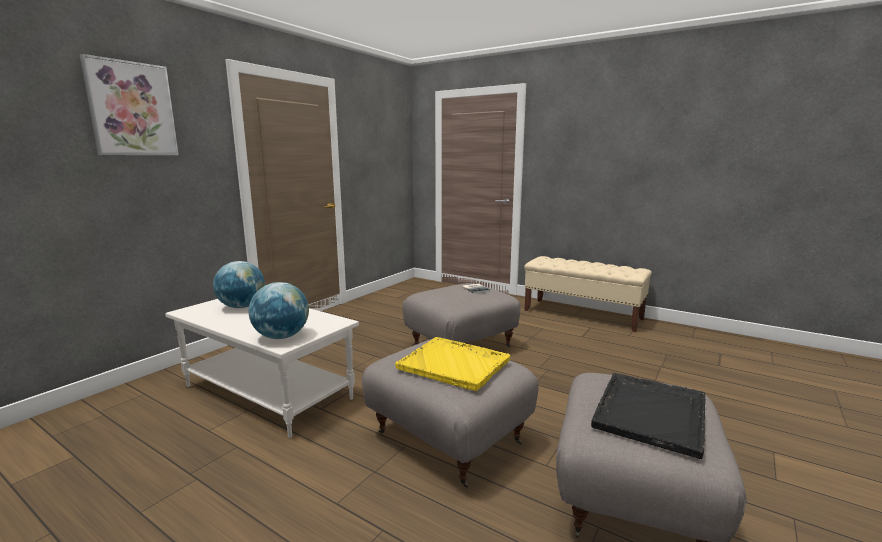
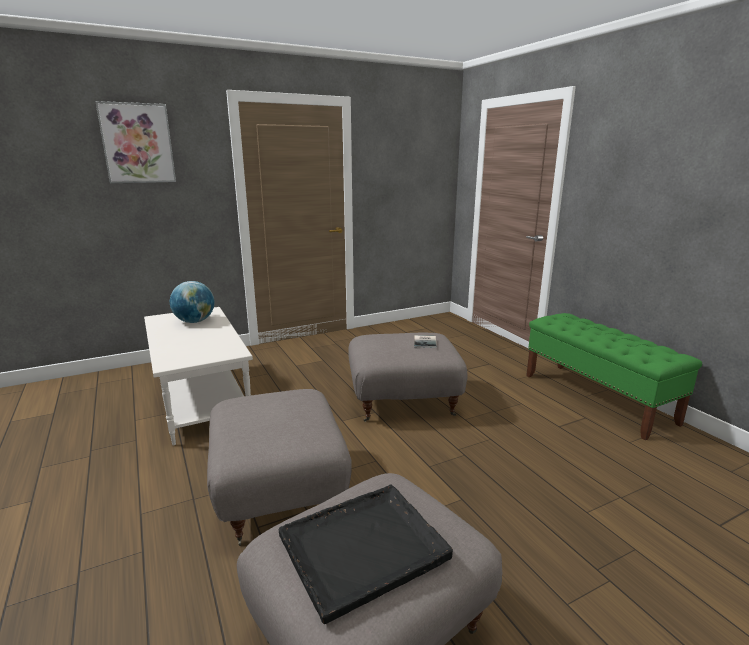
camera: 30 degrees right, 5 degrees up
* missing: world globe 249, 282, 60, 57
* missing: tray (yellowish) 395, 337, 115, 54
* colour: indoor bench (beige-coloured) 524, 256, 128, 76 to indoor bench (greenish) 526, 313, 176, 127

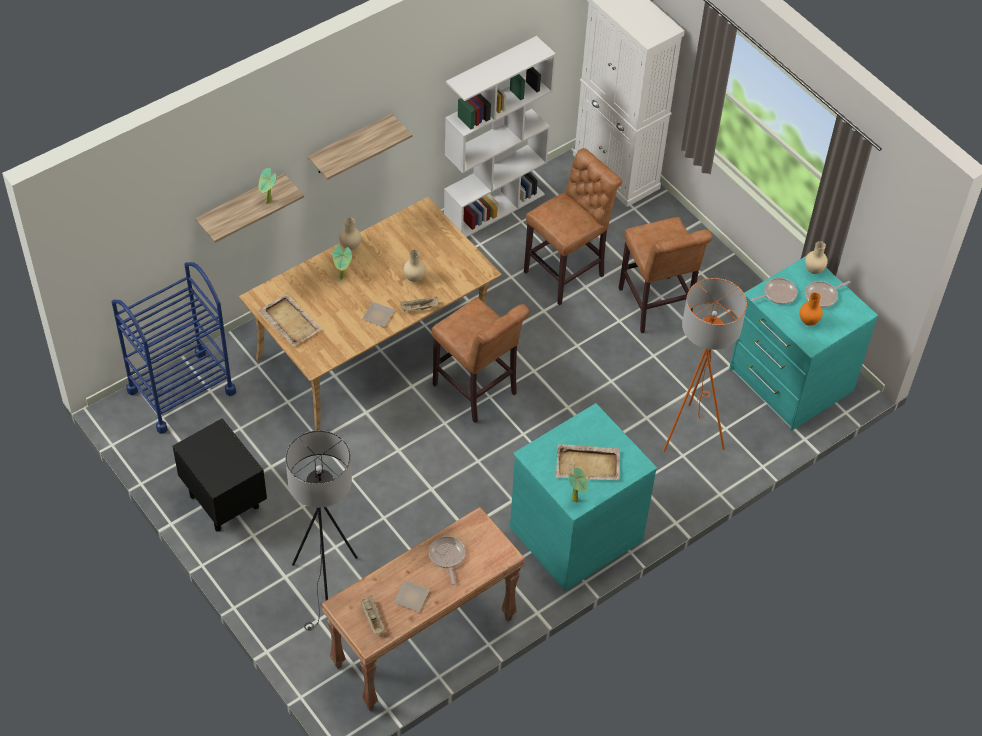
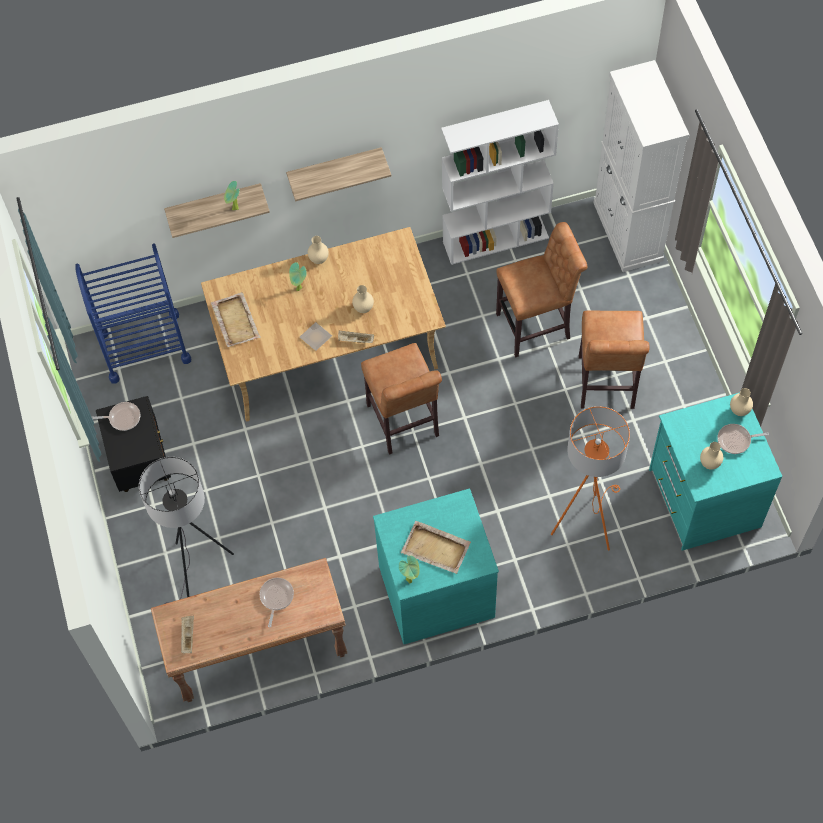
camera: 25 degrees right, 10 degrees up
* missing: plate 394, 580, 36, 32
* relocated: skillet 750, 278, 47, 26 to 92, 402, 48, 29
* colour: flower vase (orange-coloured) 800, 293, 23, 33 to flower vase (beige-coloured) 700, 442, 23, 28

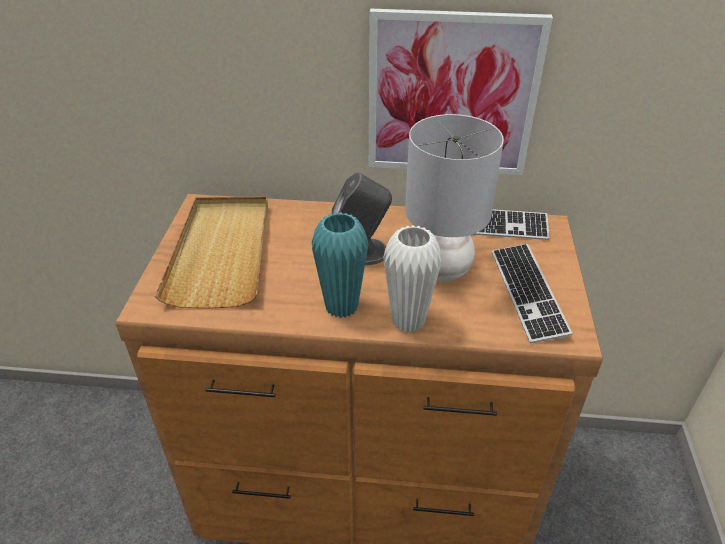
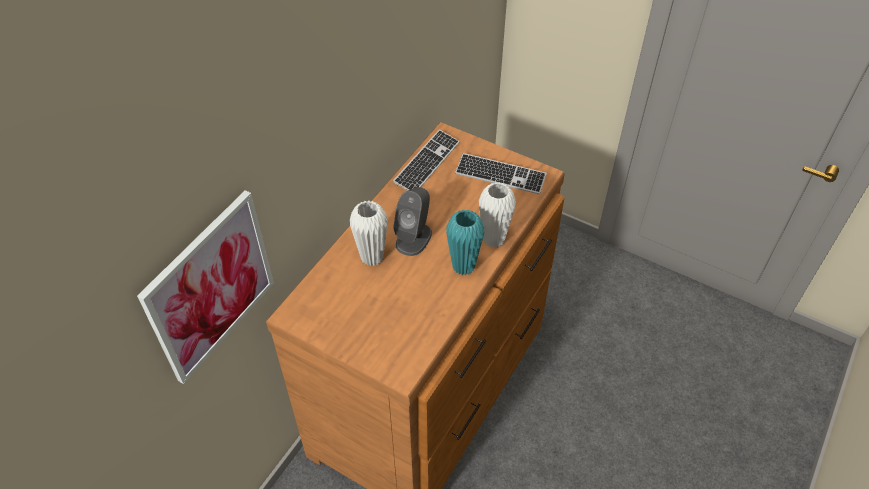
camera: 65 degrees left, 10 degrees up
* missing: tray (beige-coloured) 155, 197, 113, 112
* missing: lamp for a table (greyish) 405, 114, 99, 167
* appeared: flower vase (white) 350, 201, 38, 65
* relocated: wall picture 369, 9, 184, 166 to 137, 190, 137, 194

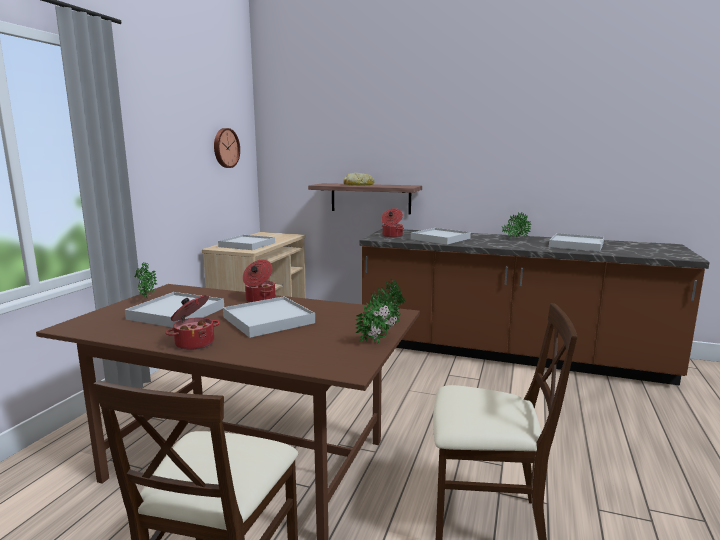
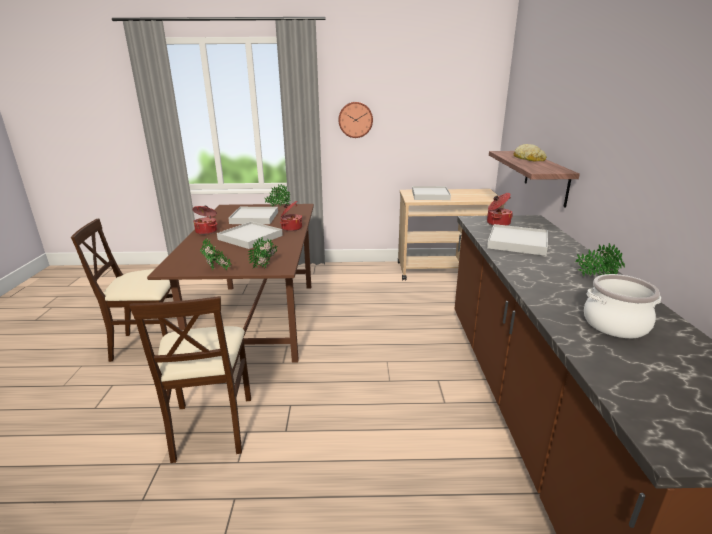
camera: 70 degrees right, 10 degrees up
* relocated: hanging clock 214, 128, 26, 40 to 339, 102, 34, 36
* exchanged: tray (white) 549, 233, 55, 19 to cooking pot 584, 274, 77, 64

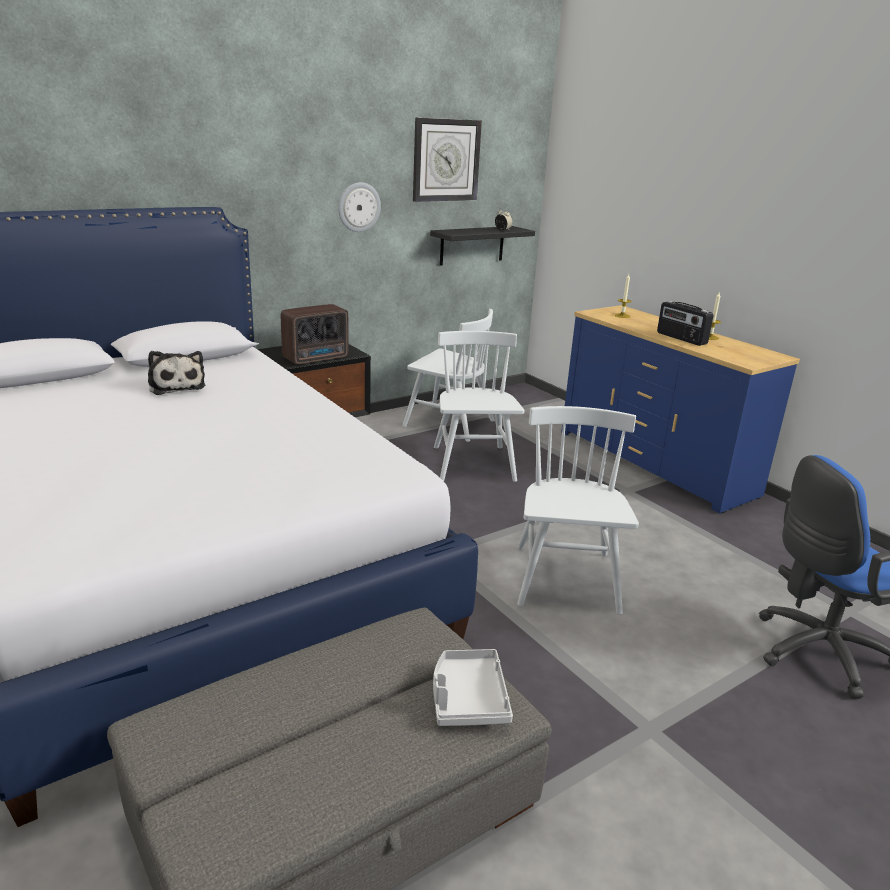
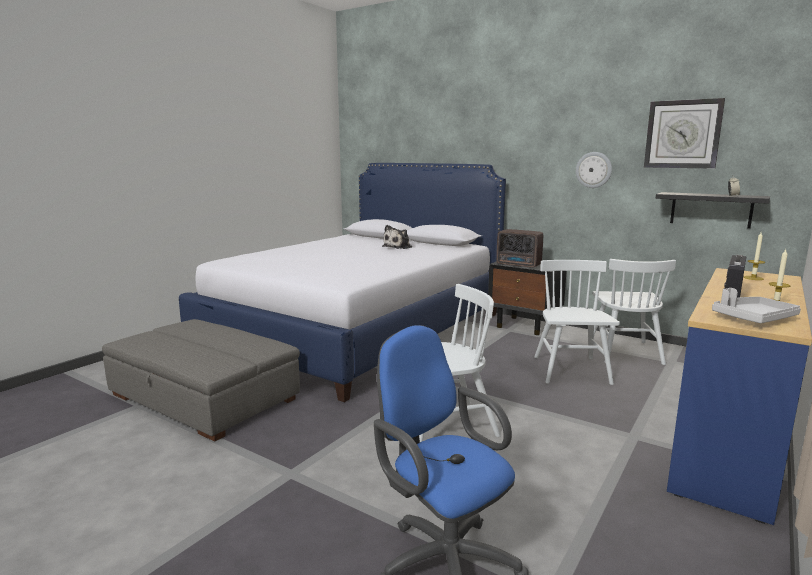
camera: 70 degrees right, 10 degrees down
* relocated: tray (greyish) 433, 649, 80, 77 to 712, 288, 89, 35
* spun: chair (white) 434, 331, 91, 151 = 534, 260, 86, 125 60 degrees counterclockwise

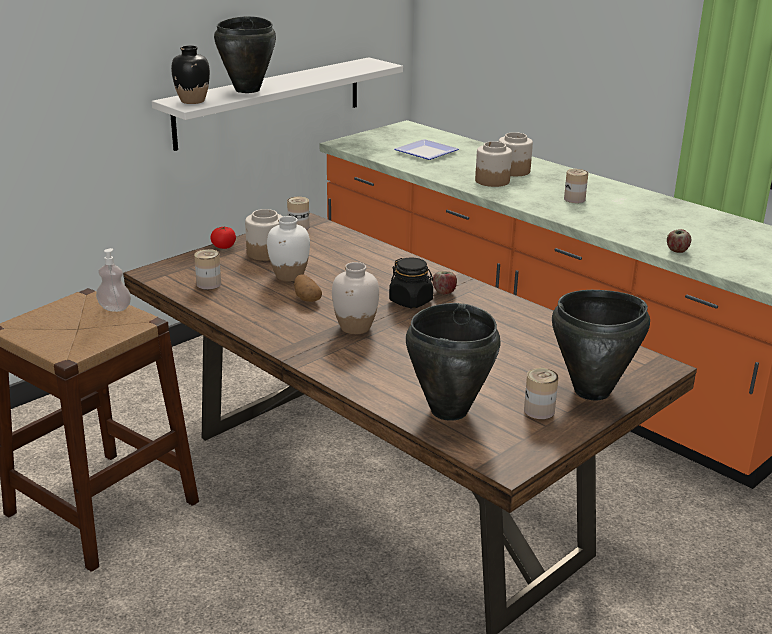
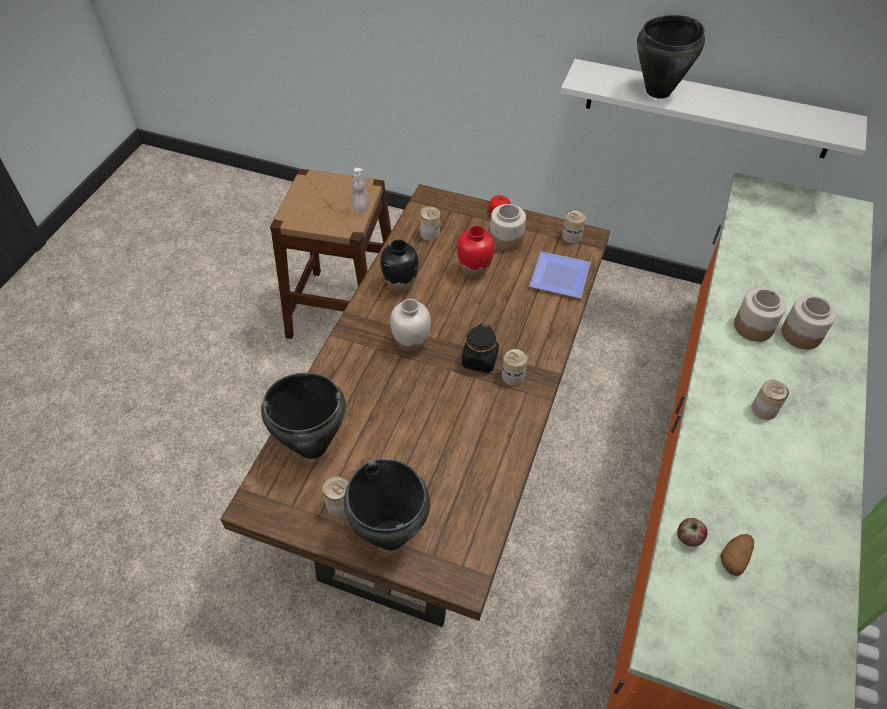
camera: 65 degrees right, 25 degrees up
* relocated: flower vase (blackish) 171, 46, 39, 58 to 380, 240, 39, 52
* relocated: whole potato 294, 274, 28, 28 to 721, 534, 33, 42
* relocated: plate 394, 139, 65, 21 to 529, 251, 62, 47
* exchanged: whole apple 433, 271, 24, 24 to metal can 502, 348, 25, 37
* colour: flower vase (white) 267, 216, 43, 66 to flower vase (red) 457, 225, 38, 53

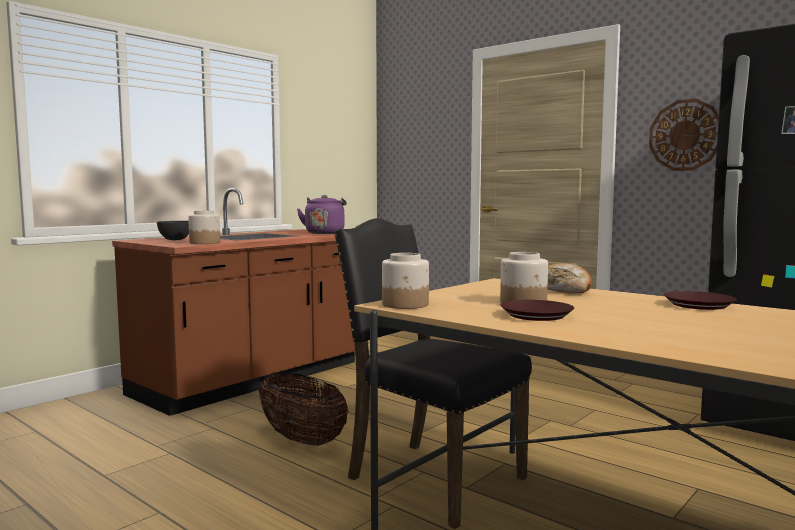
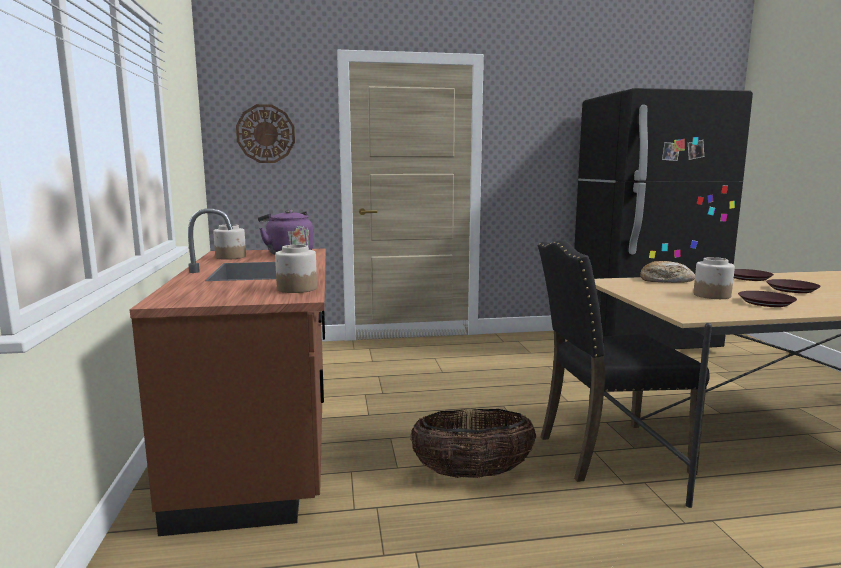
camera: 50 degrees left, 5 degrees up
* missing: serving bowl (greyish) 157, 221, 32, 19
* appeared: plate (brownish) 766, 279, 55, 14
* relocated: preserve jar 382, 253, 47, 56 to 213, 224, 33, 36
* relocated: hanging clock 649, 99, 70, 72 to 236, 104, 59, 59

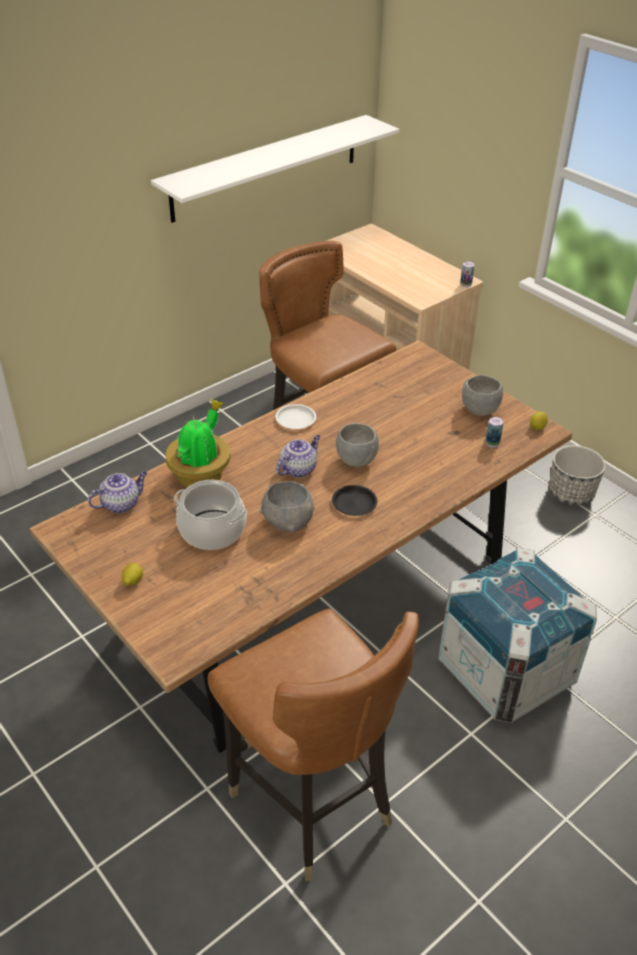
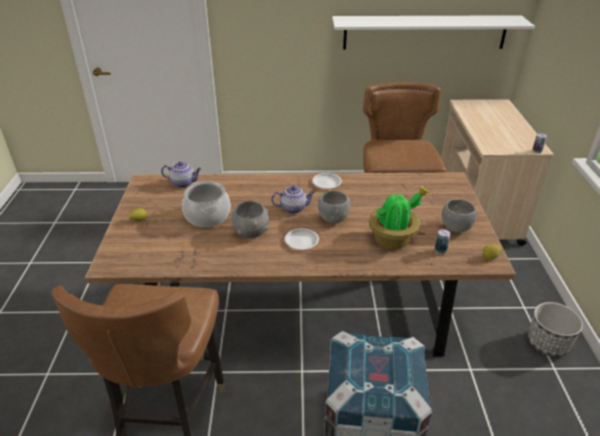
camera: 40 degrees right, 5 degrees down
* relocated: plant in a pot 165, 399, 66, 88 to 369, 186, 60, 63
* colour: plate (blackish) 332, 485, 45, 31 to plate (white) 285, 228, 34, 22

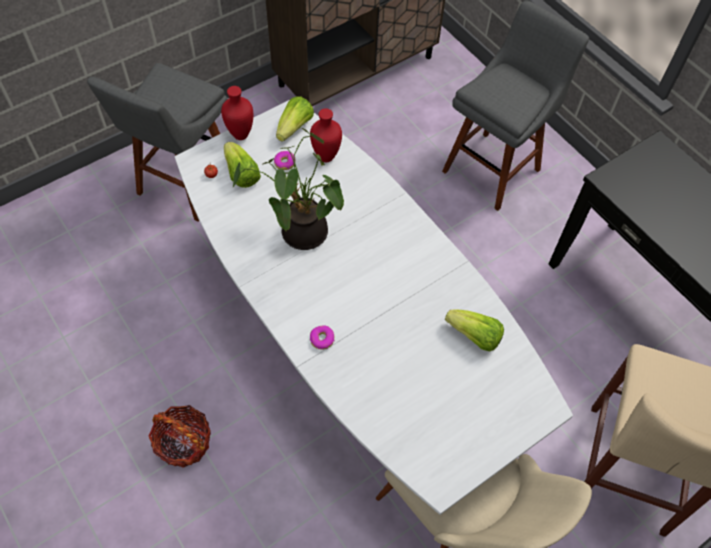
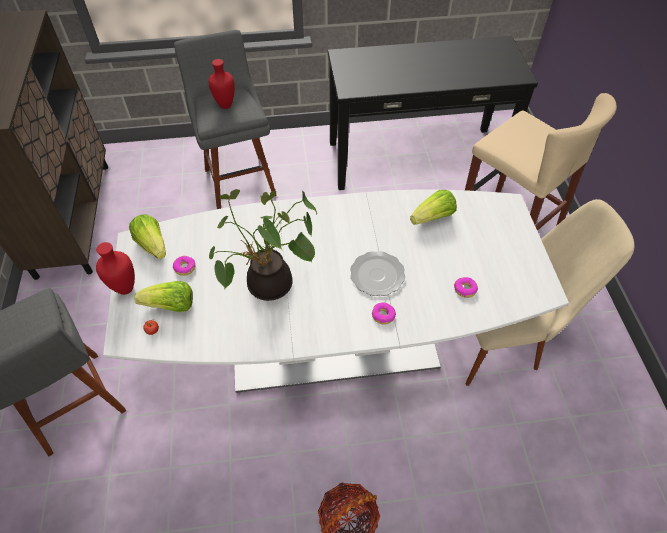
camera: 60 degrees left, 5 degrees down
* appeared: plate 350, 251, 55, 45
* appeared: donut 454, 277, 24, 21
* relocated: flower vase (red) 310, 108, 32, 54 to 208, 59, 27, 50

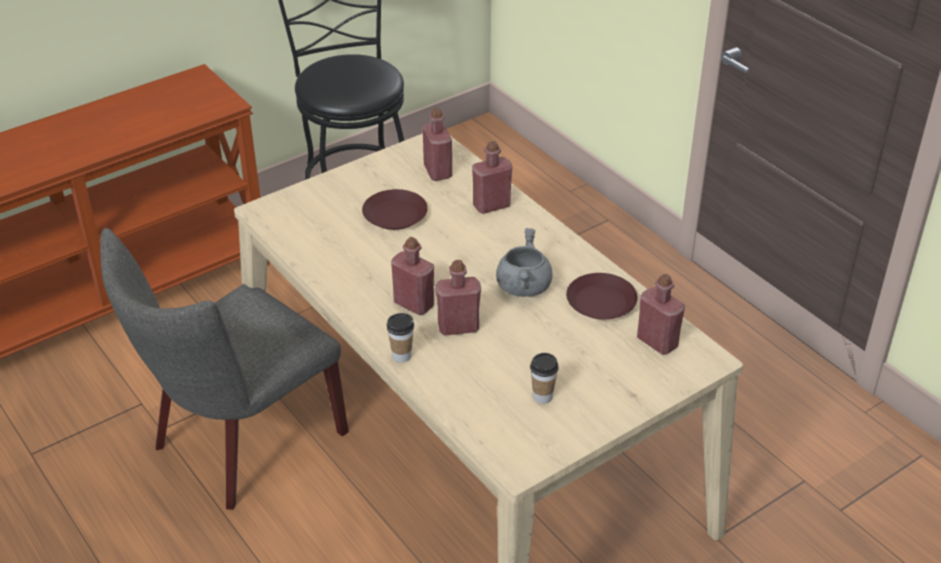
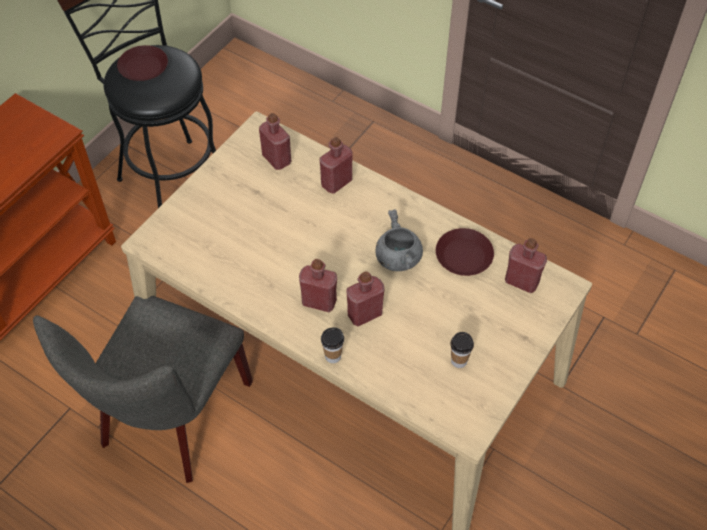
camera: 20 degrees left, 15 degrees up
* relocated: plate (brownish) 362, 189, 66, 41 to 117, 45, 51, 36

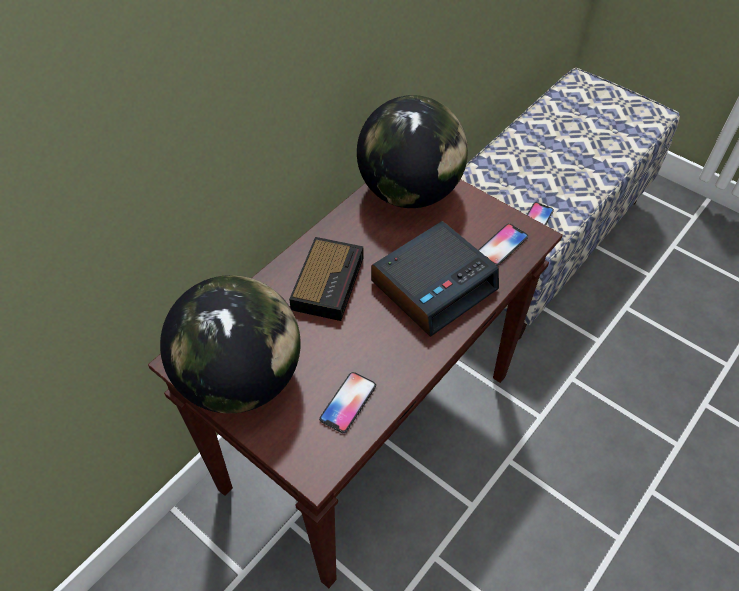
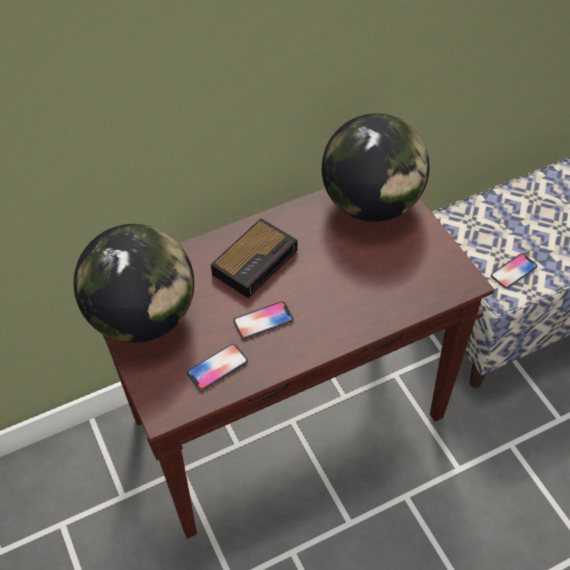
camera: 25 degrees right, 0 degrees up
* missing: alarm clock 371, 221, 128, 116
* relocated: phone 478, 224, 50, 42 to 233, 301, 60, 38

